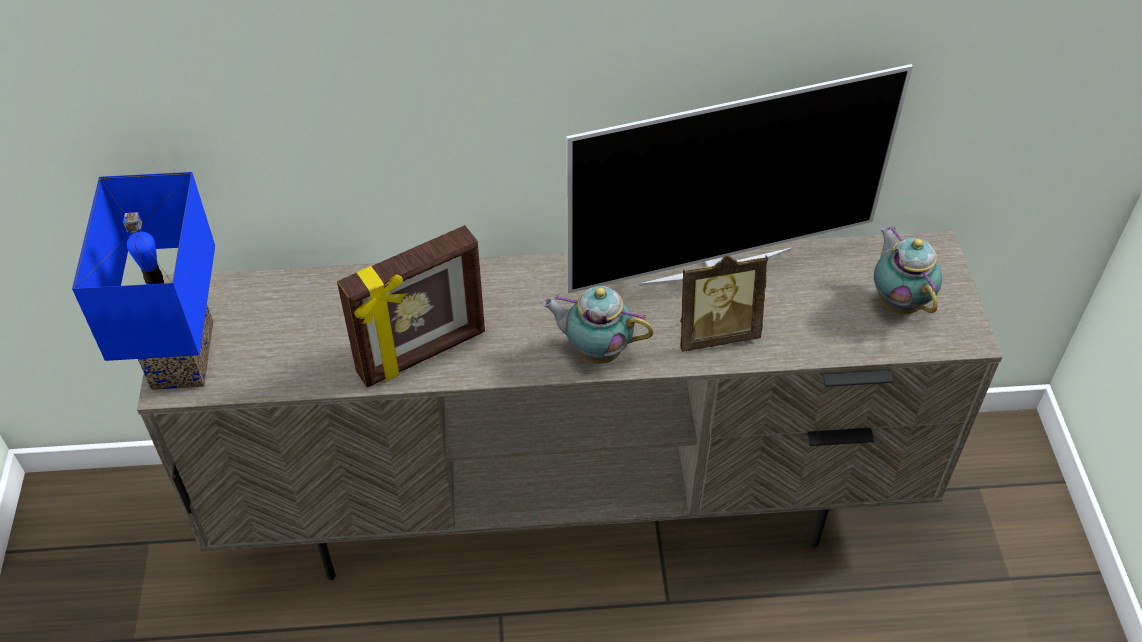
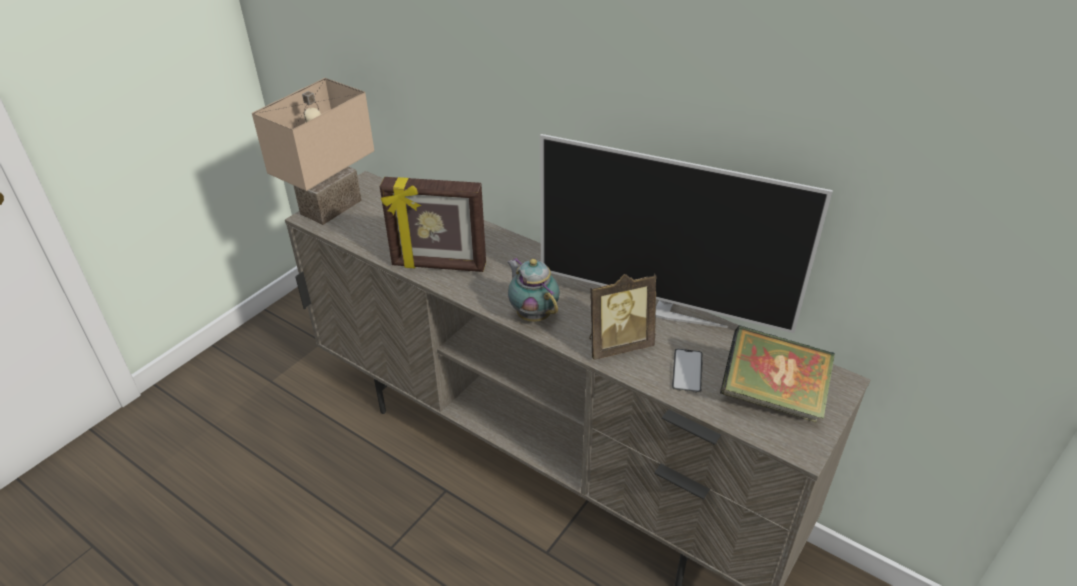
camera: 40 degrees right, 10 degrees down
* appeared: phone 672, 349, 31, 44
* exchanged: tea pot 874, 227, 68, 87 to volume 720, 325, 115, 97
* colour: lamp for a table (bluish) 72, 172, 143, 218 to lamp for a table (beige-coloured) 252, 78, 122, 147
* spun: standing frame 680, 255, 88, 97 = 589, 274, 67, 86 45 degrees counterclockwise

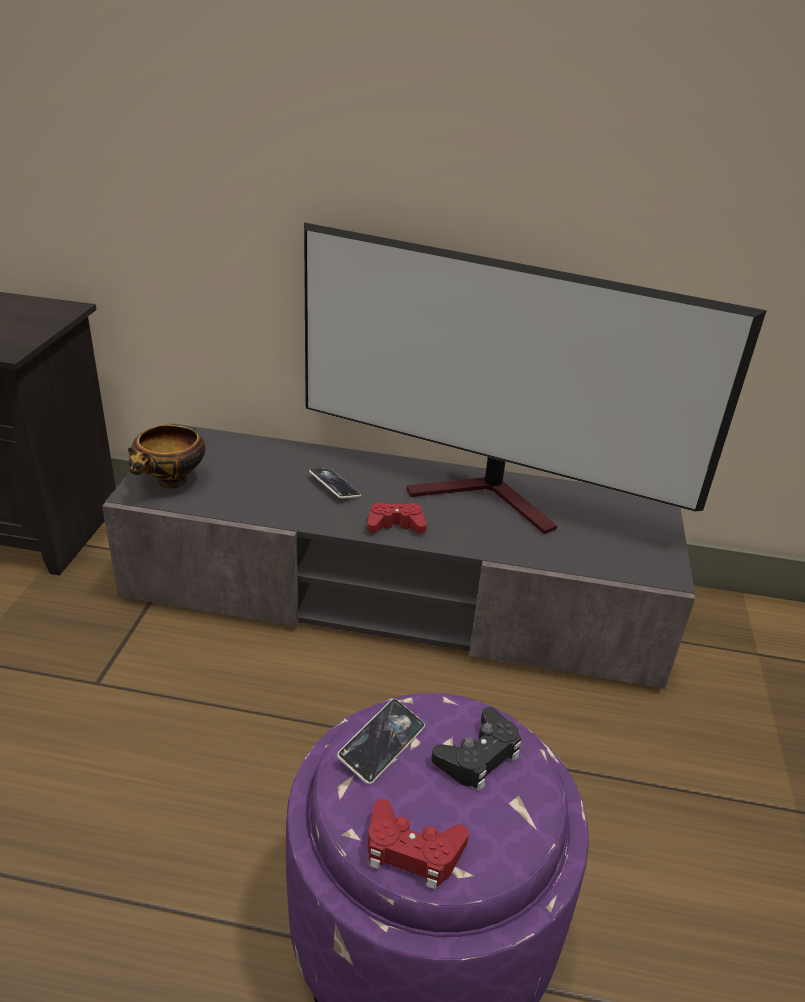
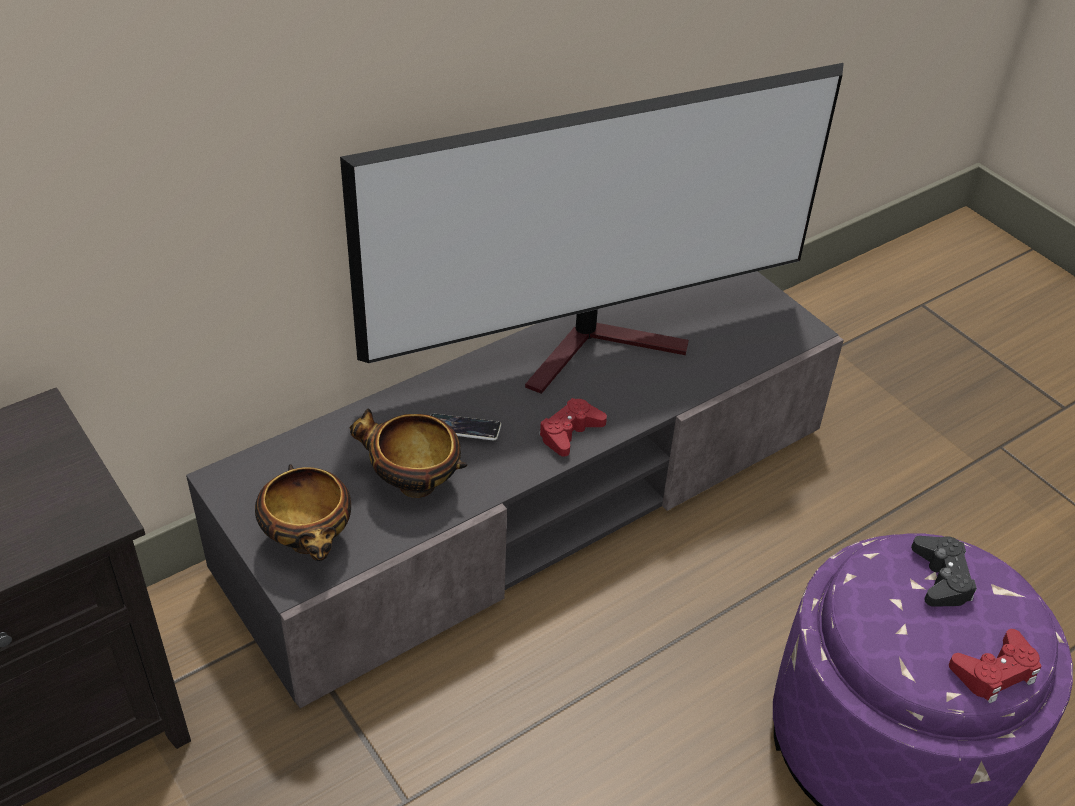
camera: 45 degrees left, 10 degrees up
* missing: phone 337, 699, 88, 86
* appeared: serving bowl 350, 408, 117, 90

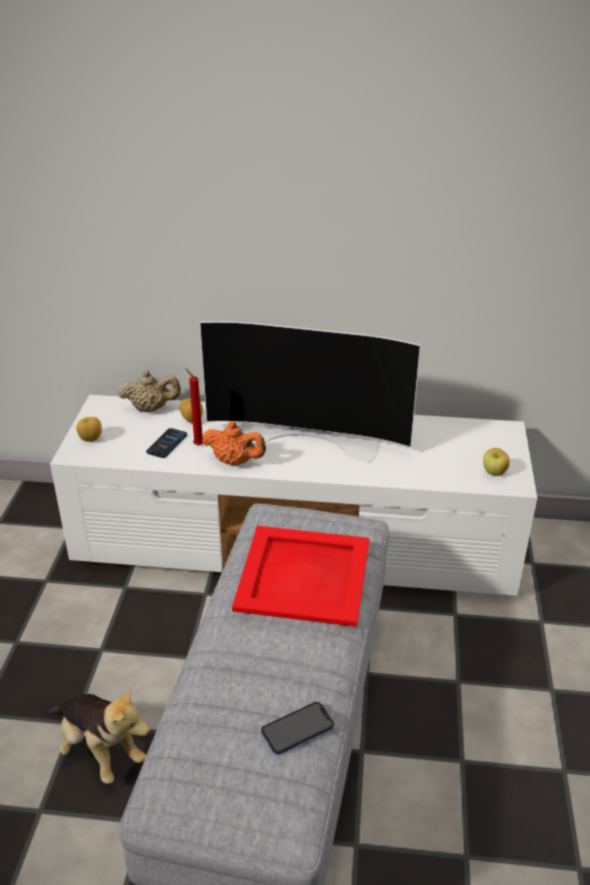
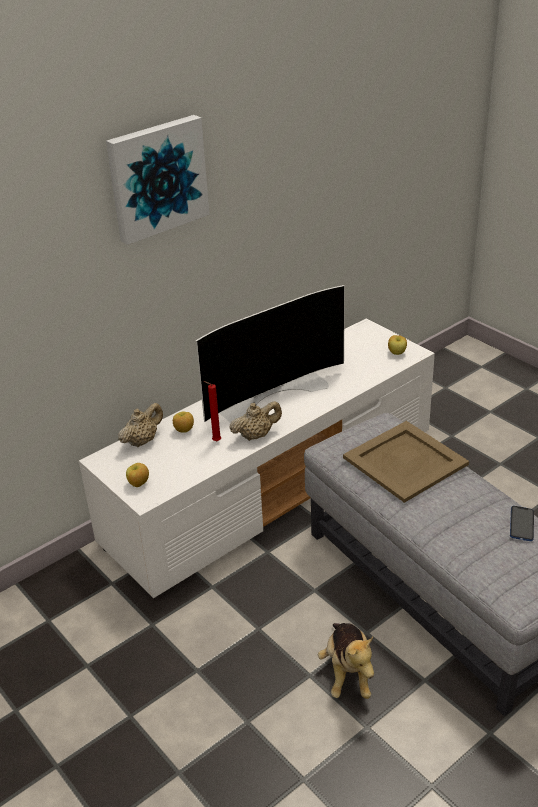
camera: 45 degrees left, 0 degrees up
* missing: phone 146, 428, 41, 30
* appeared: wall picture 106, 115, 104, 130
* colour: tea pot (orange-coloured) 202, 421, 64, 44 to tea pot (beige-coloured) 229, 401, 53, 40
* colour: tray (red) 232, 526, 138, 101 to tray (beige-coloured) 343, 421, 126, 82
* spun: soft toy 49, 687, 101, 97 = 318, 623, 56, 76 90 degrees clockwise

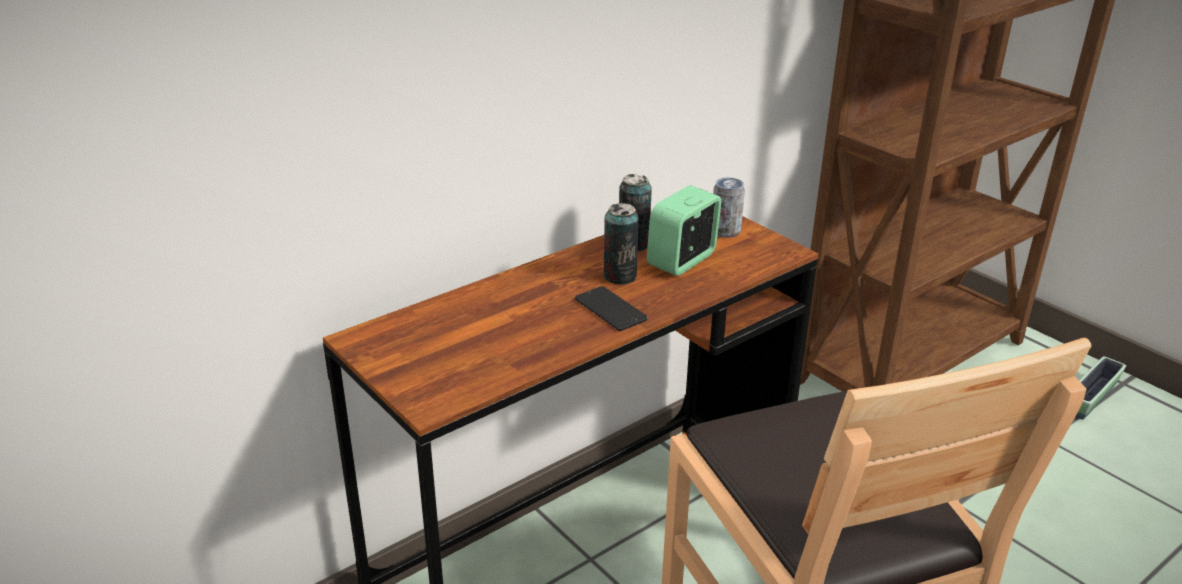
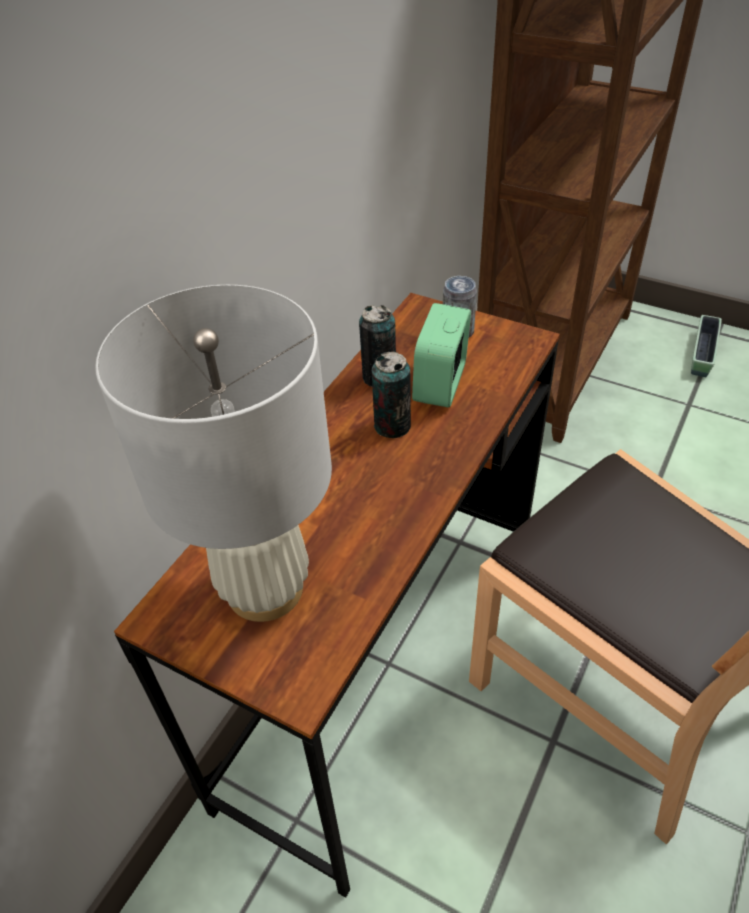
camera: 20 degrees left, 15 degrees up
* missing: phone 575, 286, 73, 45
* appeared: lamp for a table (white) 95, 285, 237, 337

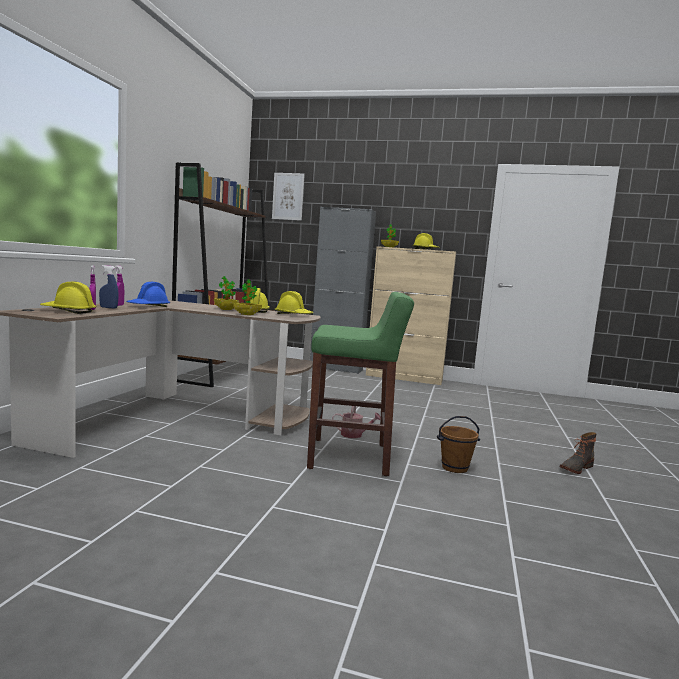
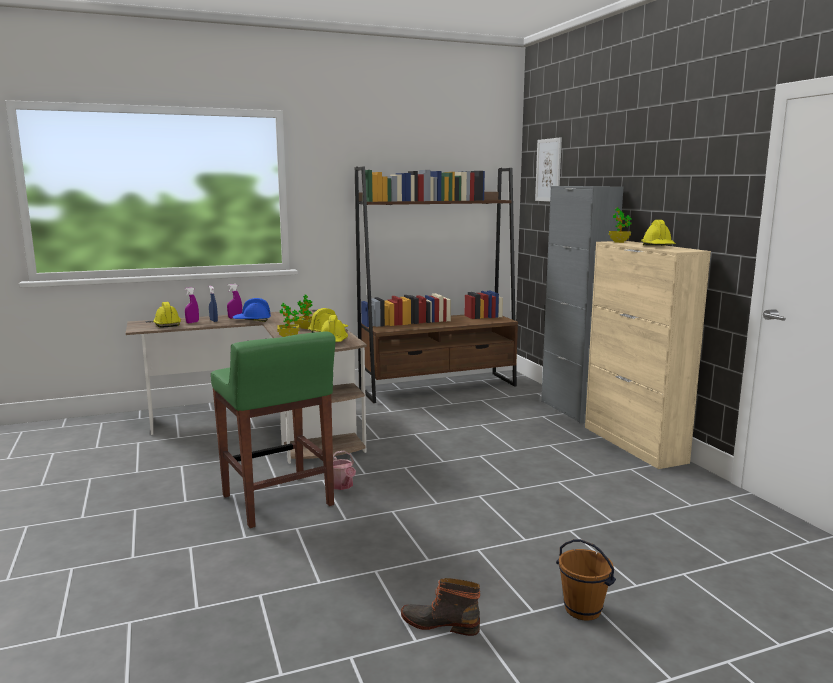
camera: 55 degrees right, 5 degrees up
* relocated: pail (brownish) 437, 416, 43, 57 to 556, 539, 60, 82

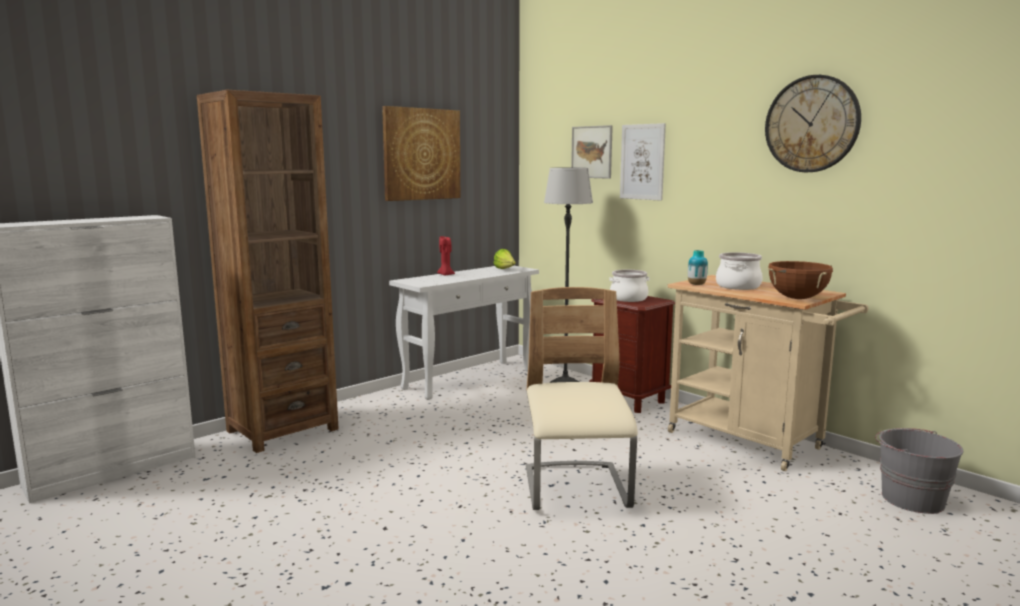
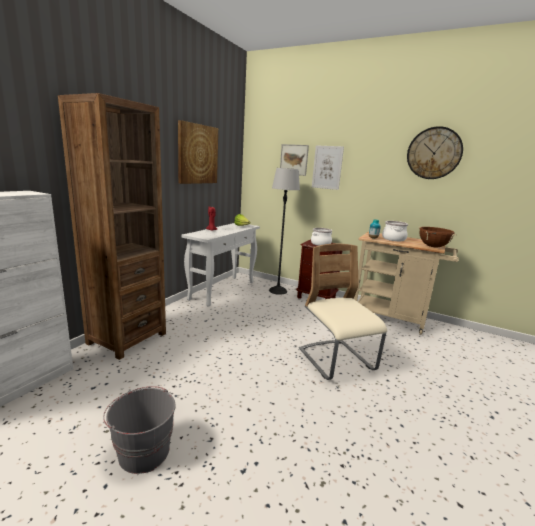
camera: 20 degrees left, 5 degrees up
* relocated: pail (greyish) 875, 428, 88, 86 to 103, 386, 73, 88

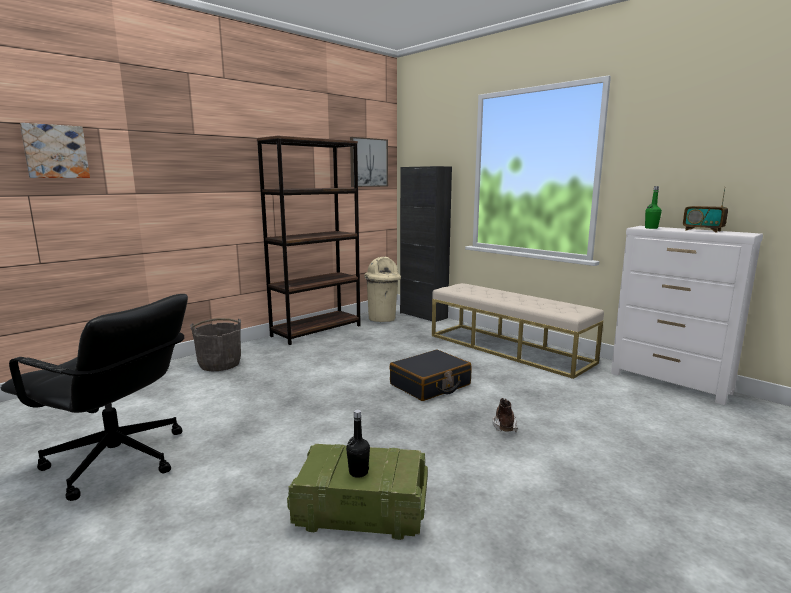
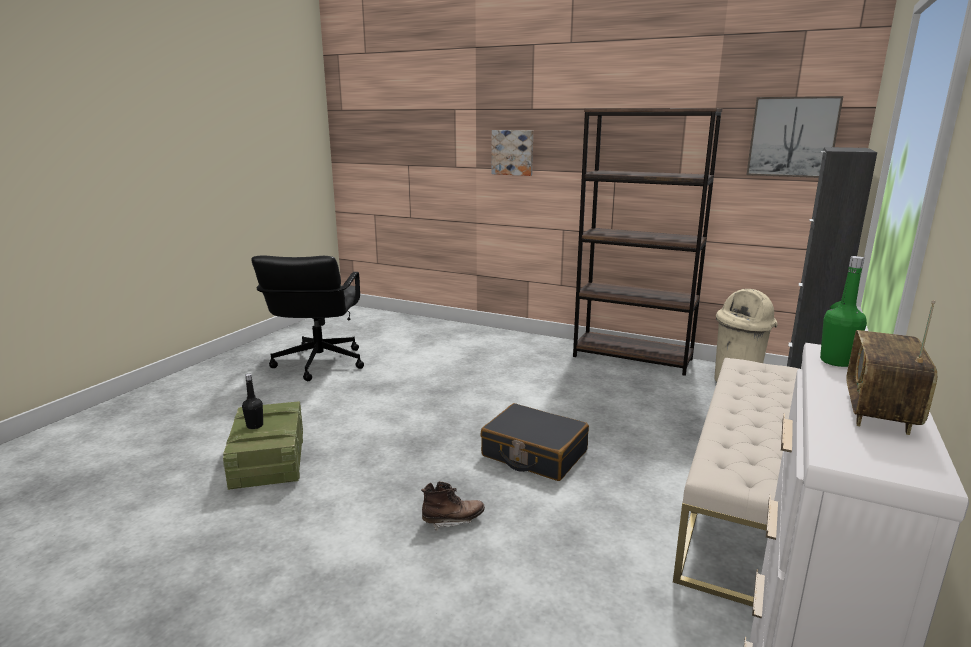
camera: 70 degrees right, 5 degrees up
* missing: pail (greyish) 190, 318, 51, 53
* relocated: wall picture 20, 123, 70, 55 to 491, 130, 42, 46

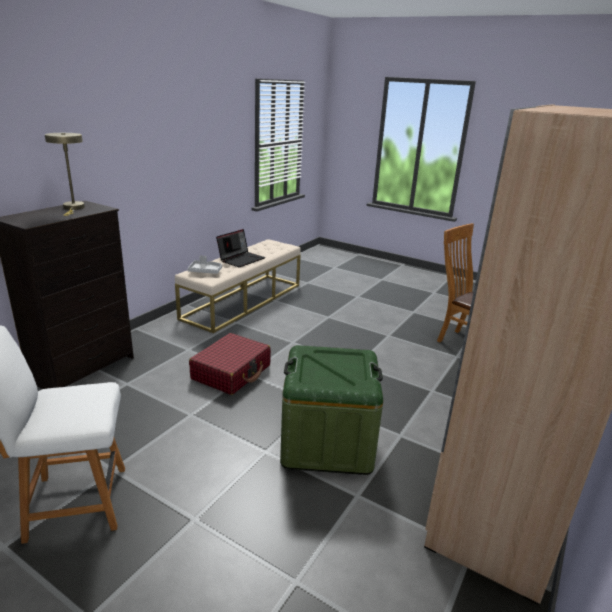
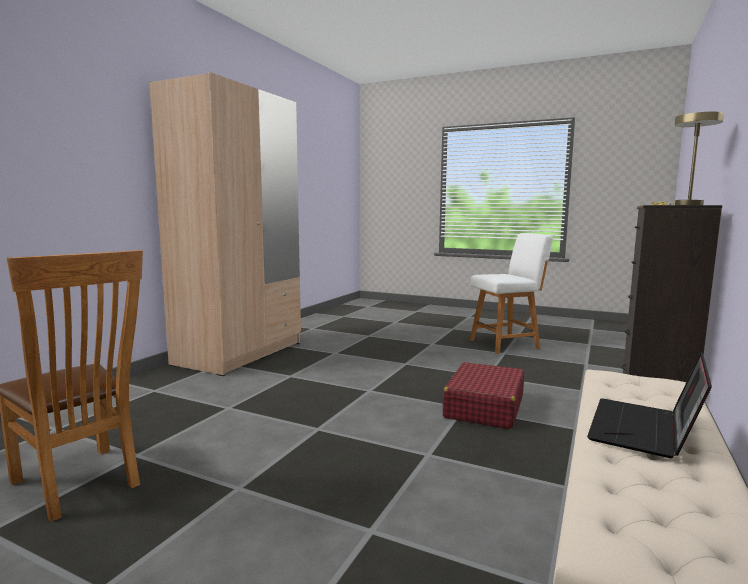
camera: 175 degrees right, 15 degrees down
* missing: tray (greyish) 188, 255, 34, 19
* missing: storage box (greenish) 280, 345, 103, 130

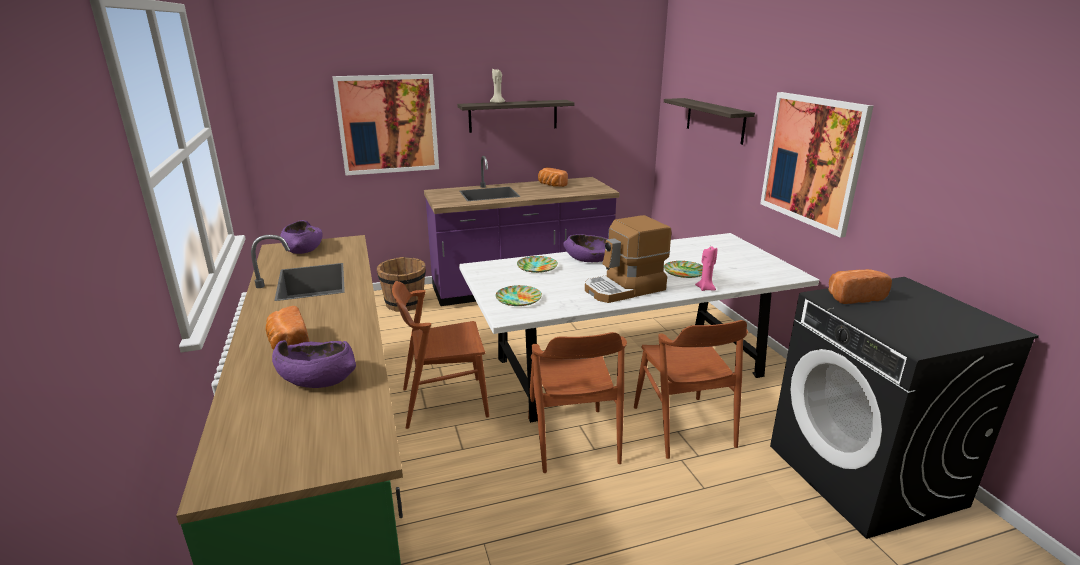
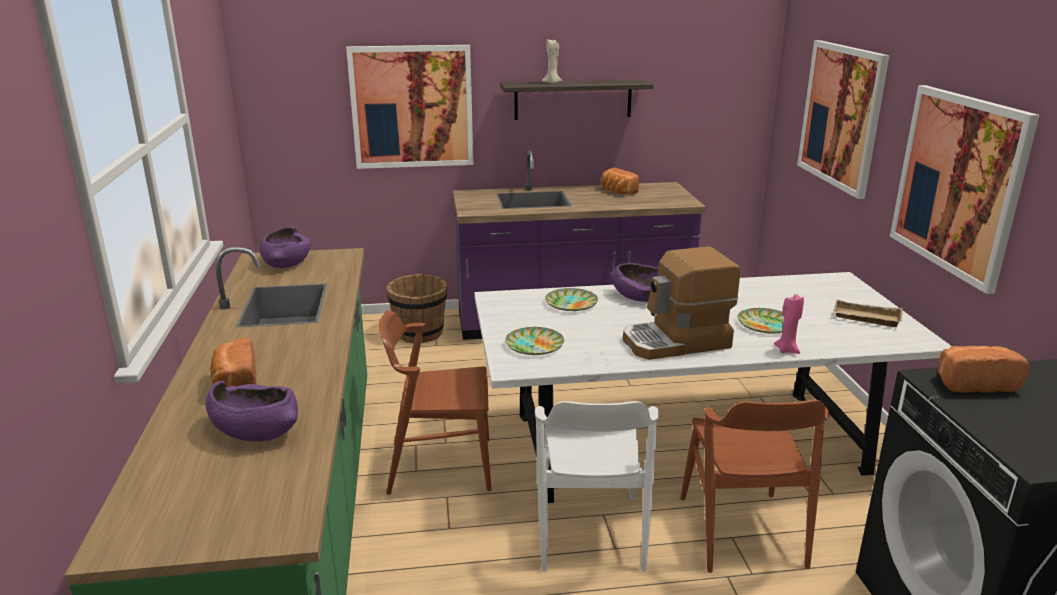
camera: 10 degrees right, 0 degrees up
* appeared: tray (beige-coloured) 833, 299, 70, 28
* exchanged: bracket shelf 664, 98, 91, 47 to wall picture 797, 40, 93, 159
* colour: chair (brownish) 528, 332, 99, 141 to chair (white) 535, 401, 125, 171

